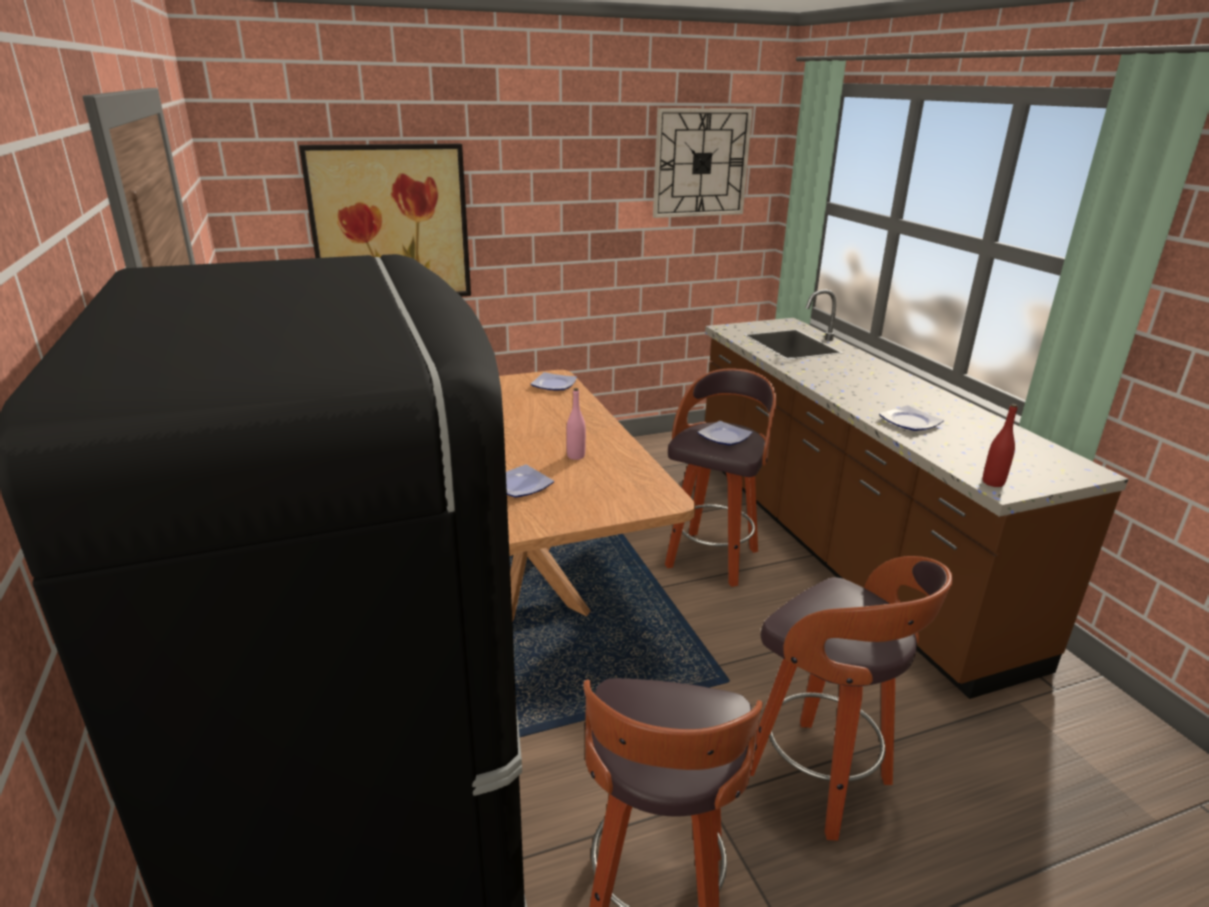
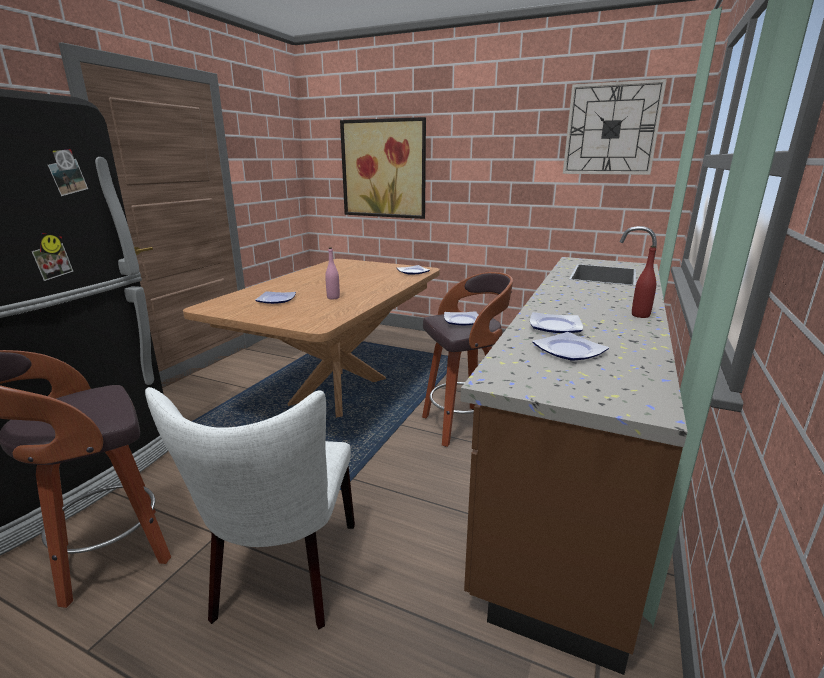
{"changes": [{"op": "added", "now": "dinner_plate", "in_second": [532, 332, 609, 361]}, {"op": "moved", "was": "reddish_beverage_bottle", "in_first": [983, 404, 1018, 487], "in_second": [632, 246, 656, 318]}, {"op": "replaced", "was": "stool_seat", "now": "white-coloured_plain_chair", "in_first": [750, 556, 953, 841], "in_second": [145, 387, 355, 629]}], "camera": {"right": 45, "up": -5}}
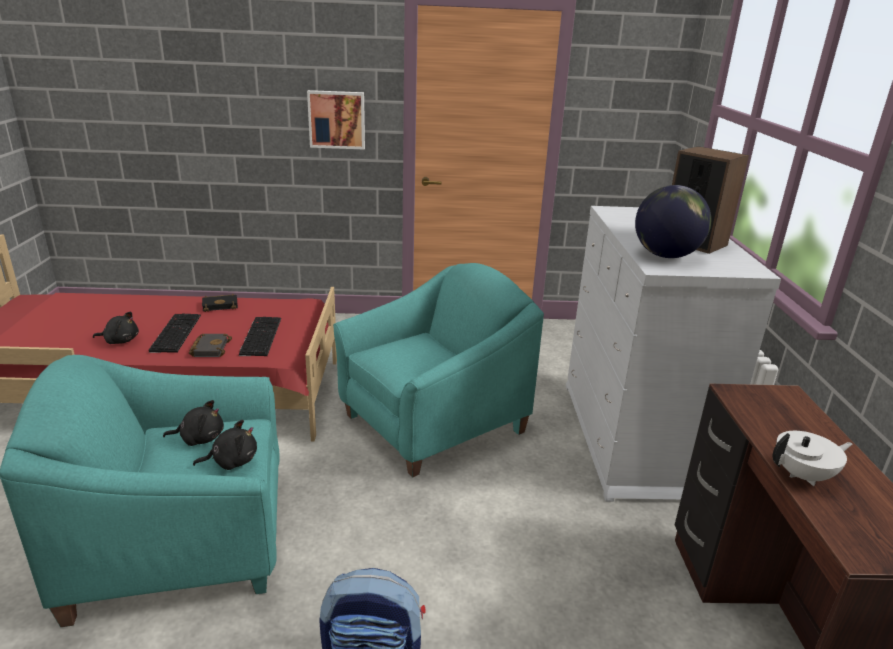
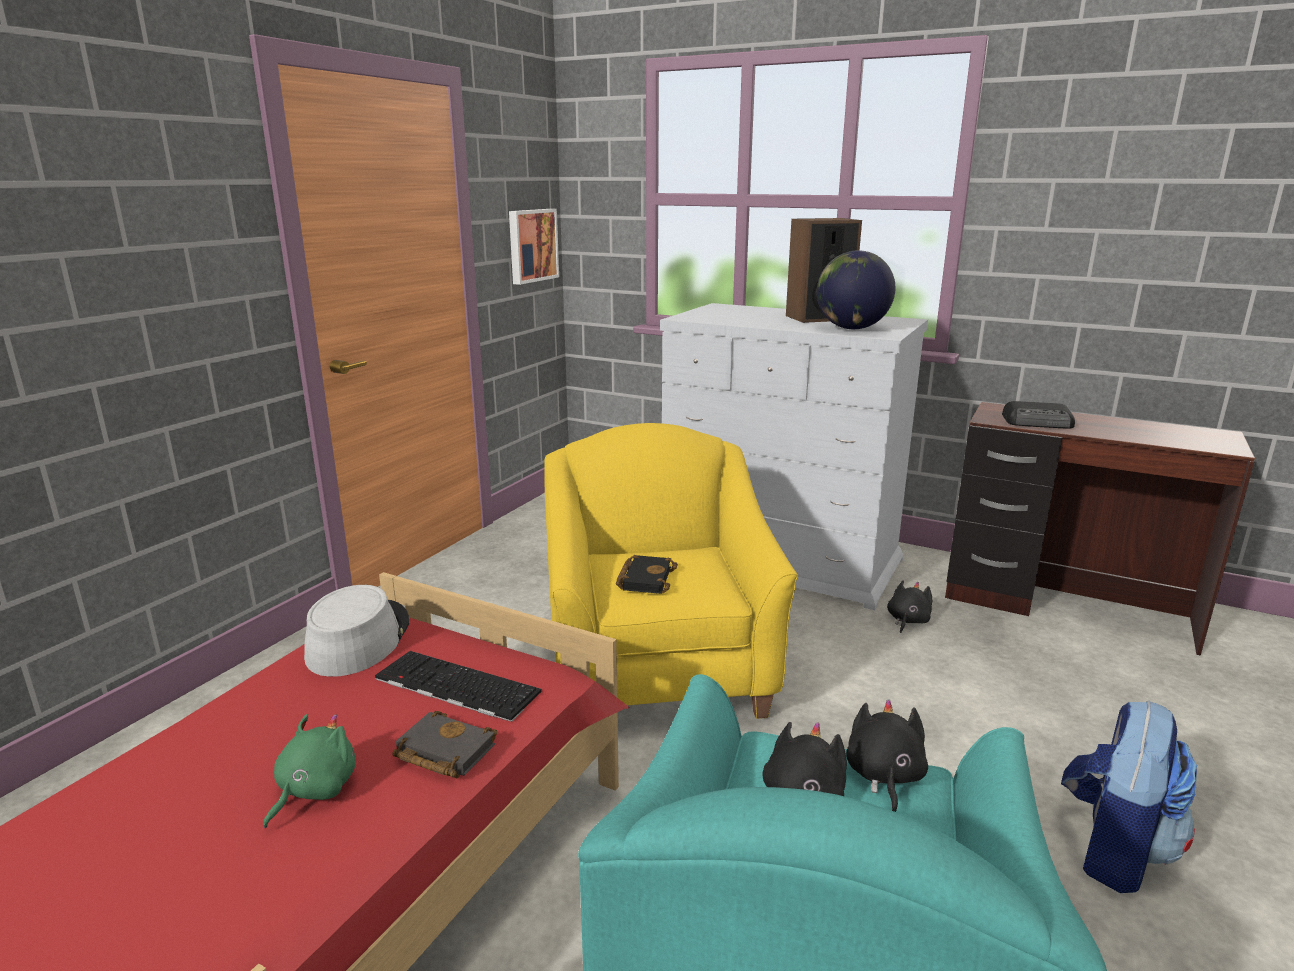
{"changes": [{"op": "removed", "was": "white-coloured_pot_for_tea", "in_first": [773, 431, 852, 486]}, {"op": "added", "now": "grey_hat", "in_second": [304, 585, 409, 677]}, {"op": "added", "now": "radio", "in_second": [1002, 401, 1075, 429]}, {"op": "moved", "was": "black_plush_toy", "in_first": [93, 312, 139, 344], "in_second": [887, 580, 932, 633]}, {"op": "moved", "was": "black_bound_book", "in_first": [202, 293, 238, 312], "in_second": [616, 555, 678, 594]}, {"op": "moved", "was": "wall_art", "in_first": [307, 90, 365, 149], "in_second": [509, 209, 559, 285]}, {"op": "replaced", "was": "keyboard", "now": "green_plush_toy", "in_first": [148, 314, 201, 353], "in_second": [263, 714, 356, 828]}, {"op": "recoloured", "was": "turquoise_armchair", "now": "yellowish_armchair", "in_first": [333, 263, 544, 477], "in_second": [544, 423, 798, 719]}], "camera": {"right": -60, "up": -5}}
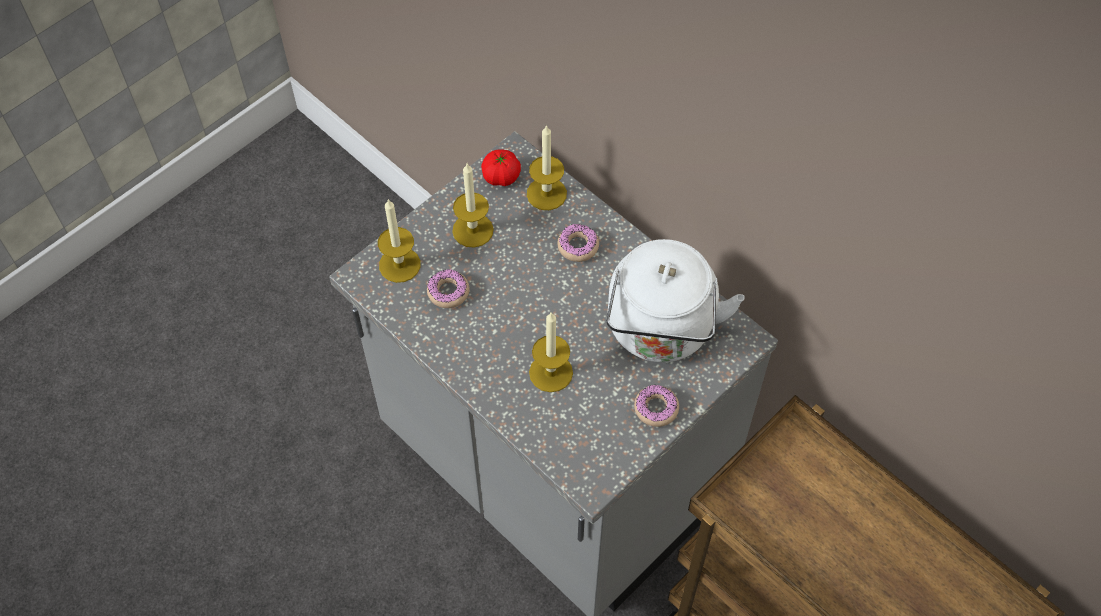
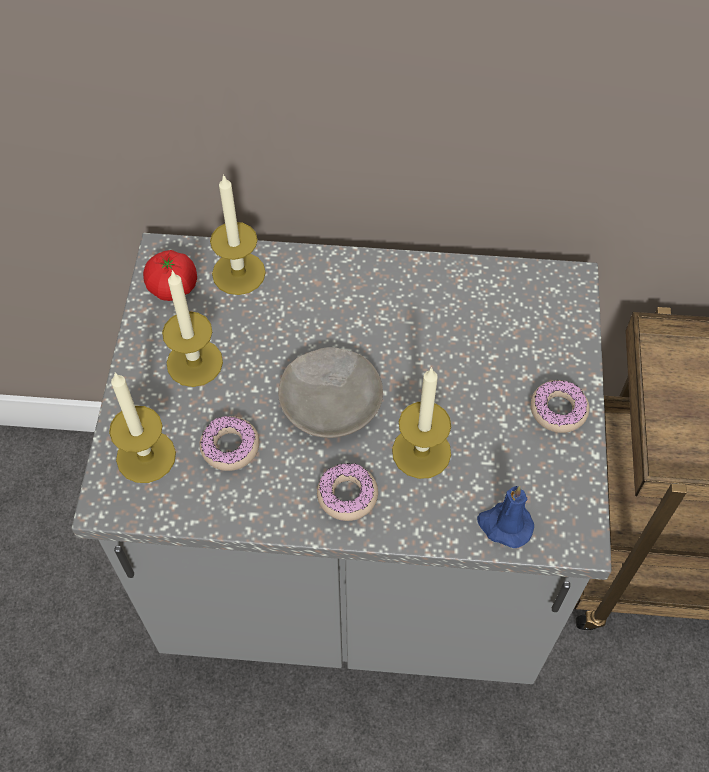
{"changes": [{"op": "removed", "was": "white-coloured_kettle", "in_first": [607, 239, 745, 362]}, {"op": "added", "now": "beige_dinner_plate", "in_second": [278, 347, 383, 438]}, {"op": "added", "now": "blue-coloured_candle", "in_second": [477, 486, 534, 548]}, {"op": "moved", "was": "doughnut", "in_first": [557, 224, 599, 262], "in_second": [317, 463, 378, 521]}], "camera": {"right": -40, "up": 0}}
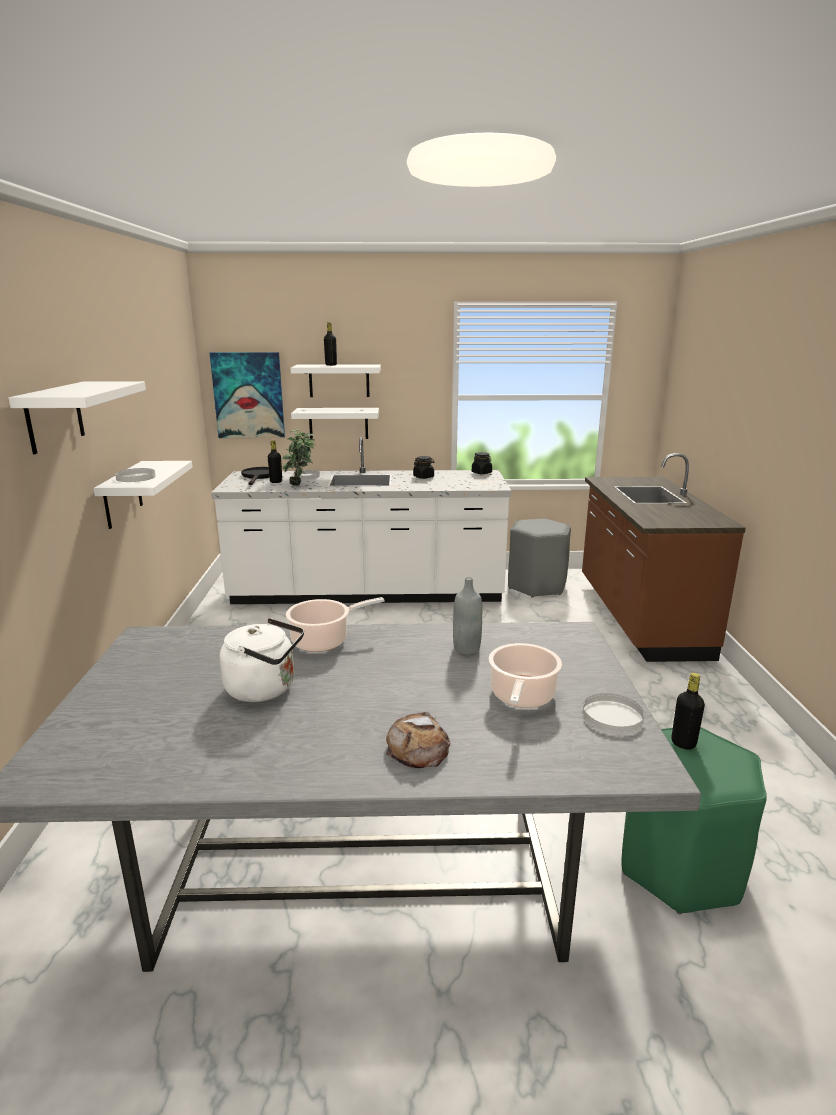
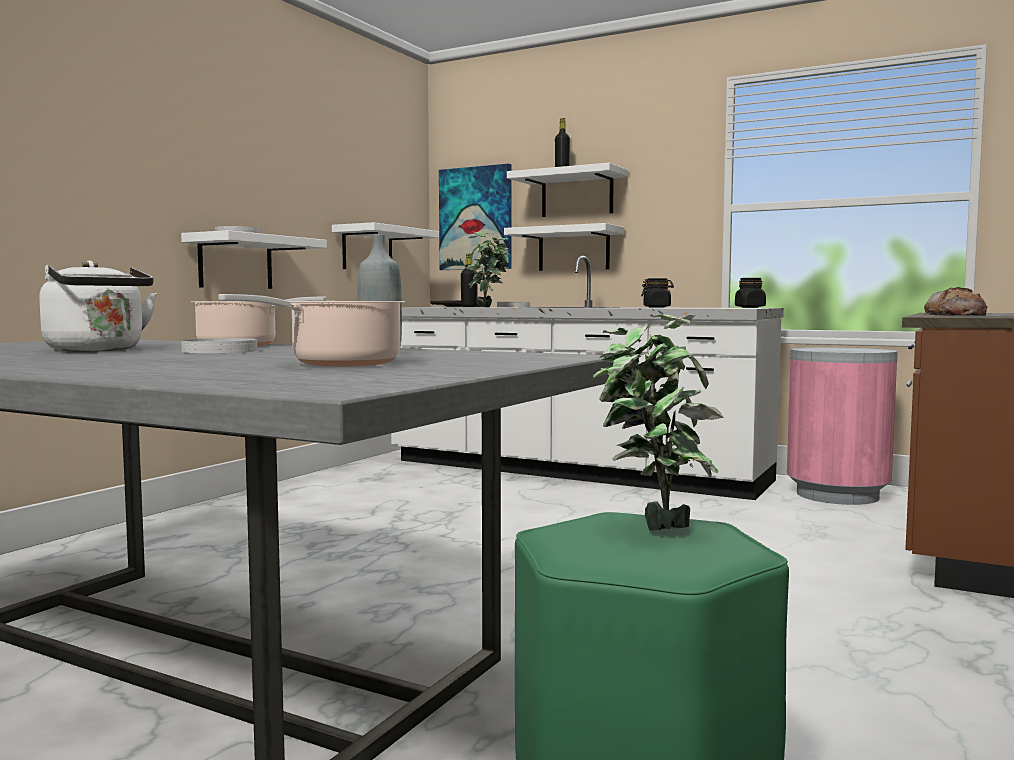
{"changes": [{"op": "moved", "was": "white-coloured_shelf", "in_first": [9, 381, 146, 454], "in_second": [332, 222, 439, 269]}, {"op": "moved", "was": "bread", "in_first": [386, 712, 450, 768], "in_second": [924, 287, 987, 316]}, {"op": "moved", "was": "white-coloured_dinner_plate", "in_first": [583, 693, 644, 734], "in_second": [181, 338, 257, 353]}, {"op": "replaced", "was": "grey_stool_seat", "now": "pinkish_waste_bin", "in_first": [508, 518, 571, 598], "in_second": [787, 347, 898, 505]}, {"op": "replaced", "was": "black_beverage_bottle", "now": "houseplant", "in_first": [672, 673, 705, 749], "in_second": [593, 314, 724, 531]}], "camera": {"right": 30, "up": -15}}
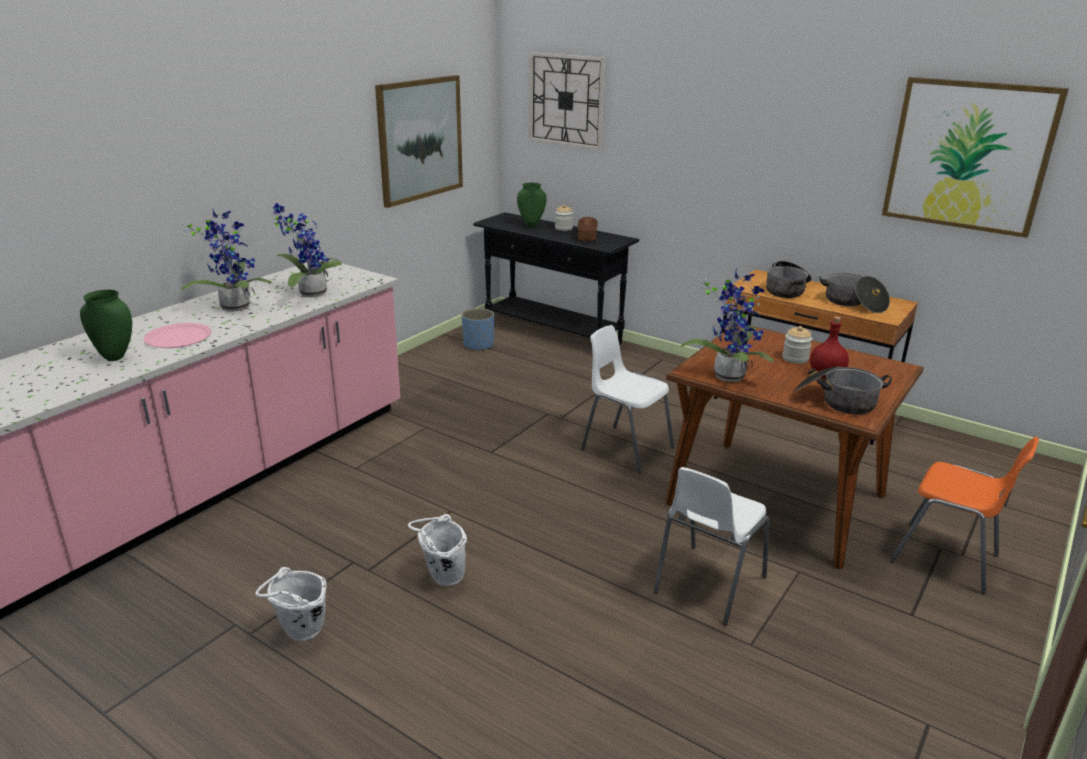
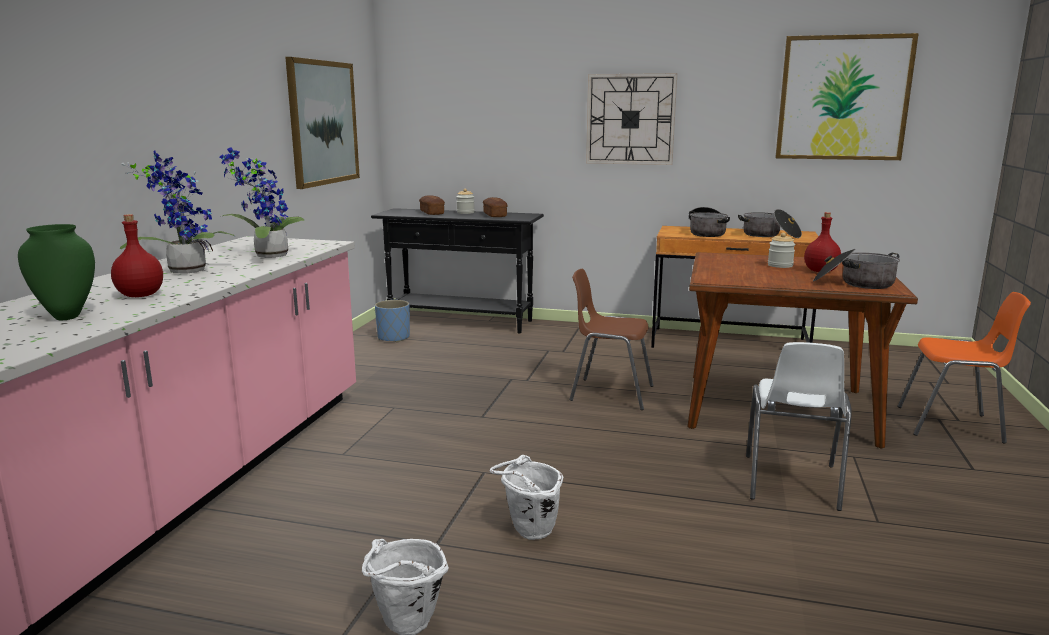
{"changes": [{"op": "removed", "was": "houseplant", "in_first": [680, 269, 774, 382]}, {"op": "moved", "was": "clock_on_the_wall", "in_first": [529, 52, 605, 150], "in_second": [586, 73, 677, 165]}, {"op": "replaced", "was": "pinkish_dinner_plate", "now": "reddish_beverage_bottle", "in_first": [144, 323, 211, 348], "in_second": [111, 214, 163, 297]}, {"op": "replaced", "was": "green_vase", "now": "bread", "in_first": [517, 183, 547, 227], "in_second": [419, 195, 445, 215]}, {"op": "recoloured", "was": "white-coloured_plain_chair", "now": "brownish_plain_chair", "in_first": [581, 325, 674, 474], "in_second": [569, 269, 654, 410]}], "camera": {"right": -20, "up": -10}}
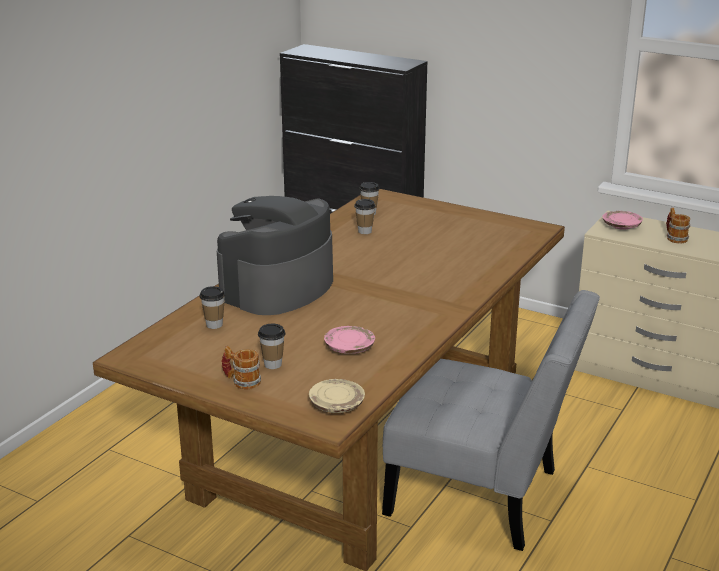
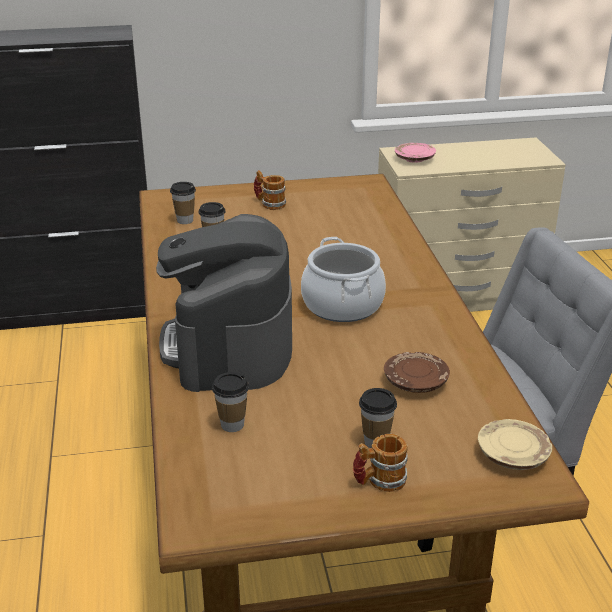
{"changes": [{"op": "added", "now": "saucepot", "in_second": [301, 237, 386, 322]}, {"op": "moved", "was": "coffee_mug", "in_first": [666, 208, 691, 243], "in_second": [254, 170, 286, 210]}, {"op": "recoloured", "was": "pinkish_dinner_plate", "now": "brownish_dinner_plate", "in_first": [324, 326, 375, 354], "in_second": [384, 352, 450, 393]}], "camera": {"right": -40, "up": 5}}
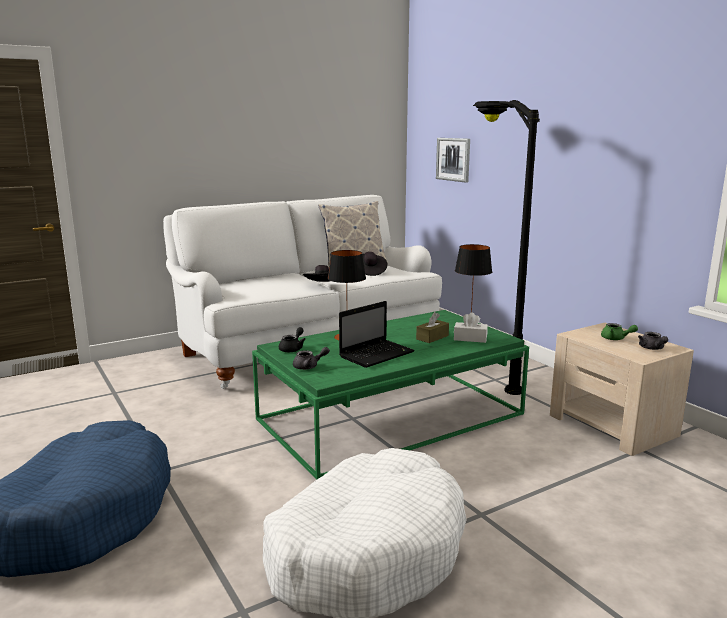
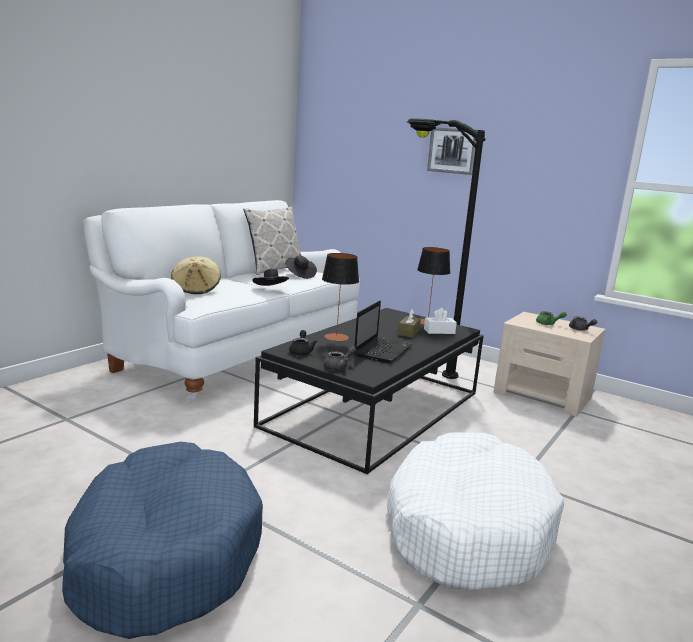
{"changes": [{"op": "added", "now": "beige_hat", "in_second": [171, 256, 221, 294]}, {"op": "moved", "was": "wall_art", "in_first": [436, 138, 470, 183], "in_second": [427, 127, 478, 175]}, {"op": "recoloured", "was": "green_lounge_table", "now": "black_lounge_table", "in_first": [252, 310, 529, 480], "in_second": [254, 308, 484, 475]}], "camera": {"right": -25, "up": 0}}
